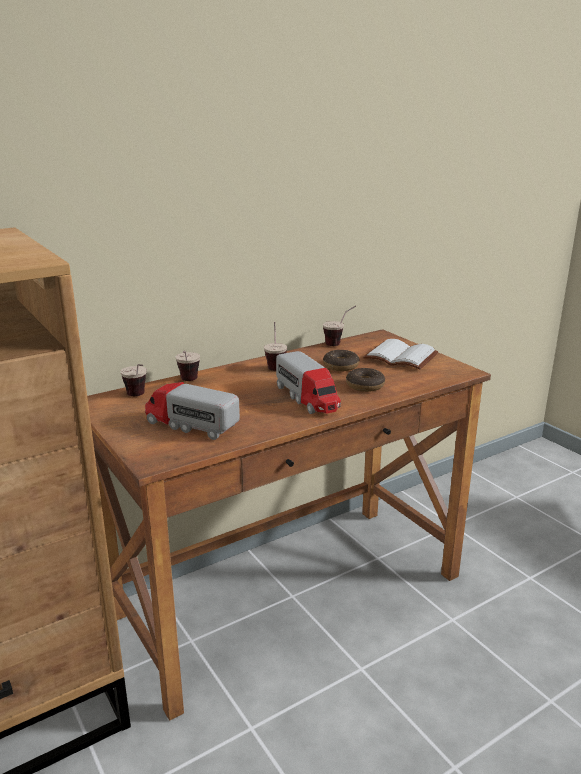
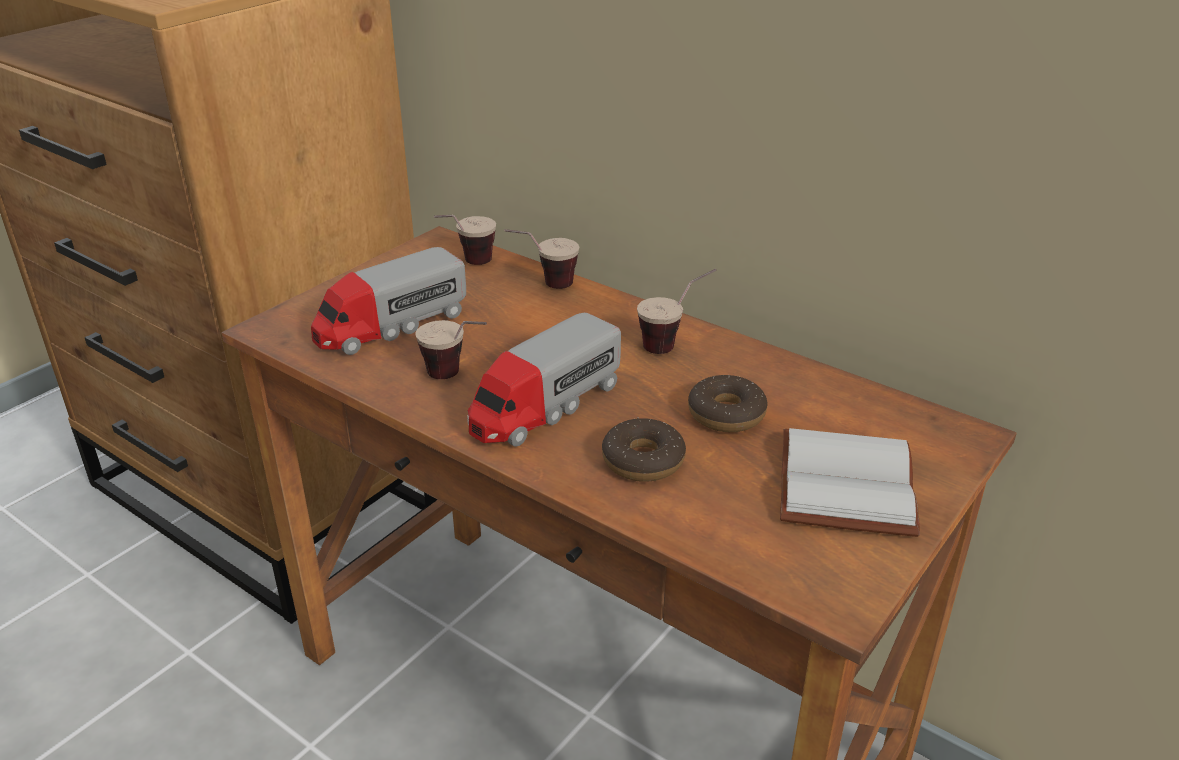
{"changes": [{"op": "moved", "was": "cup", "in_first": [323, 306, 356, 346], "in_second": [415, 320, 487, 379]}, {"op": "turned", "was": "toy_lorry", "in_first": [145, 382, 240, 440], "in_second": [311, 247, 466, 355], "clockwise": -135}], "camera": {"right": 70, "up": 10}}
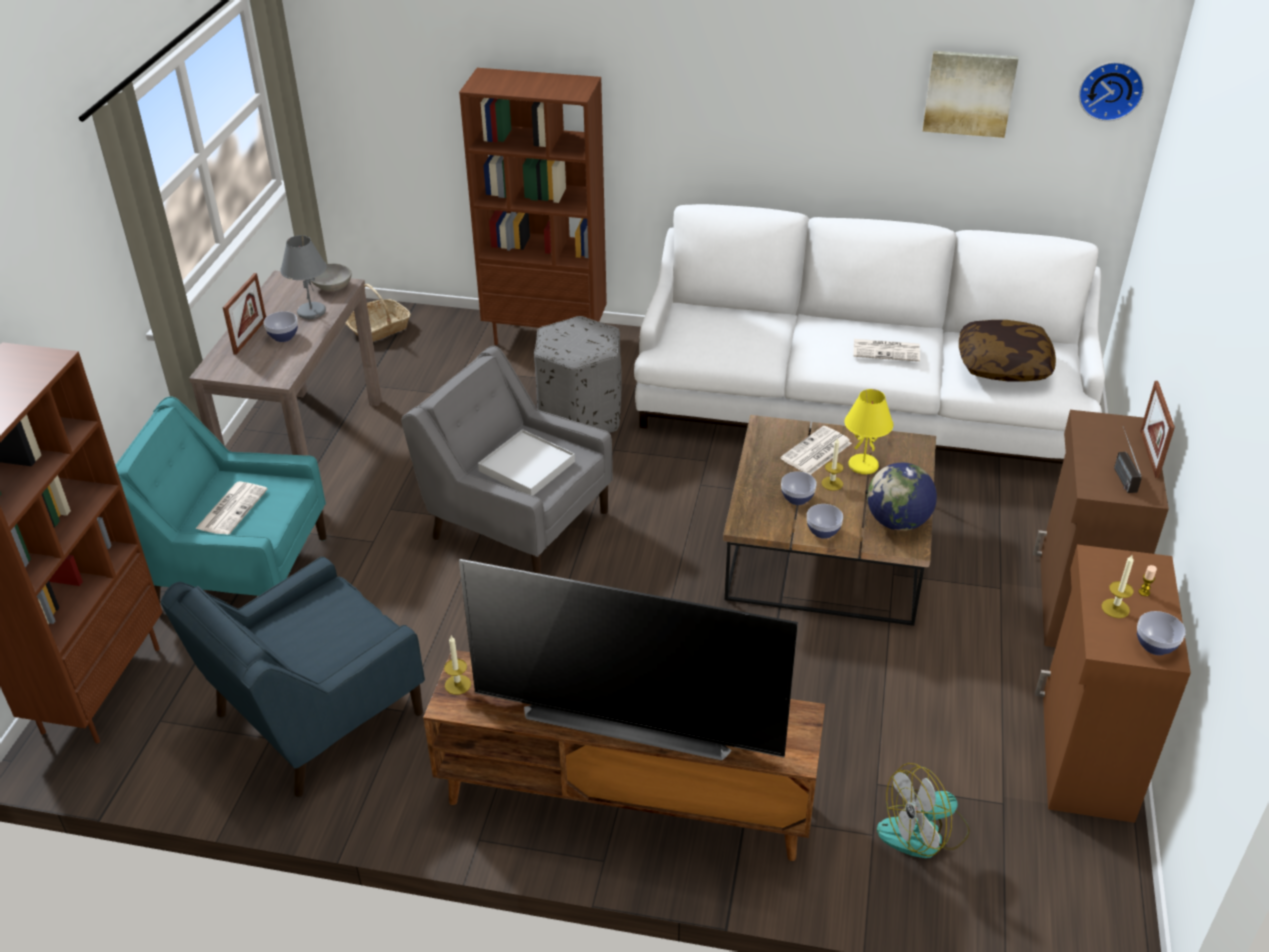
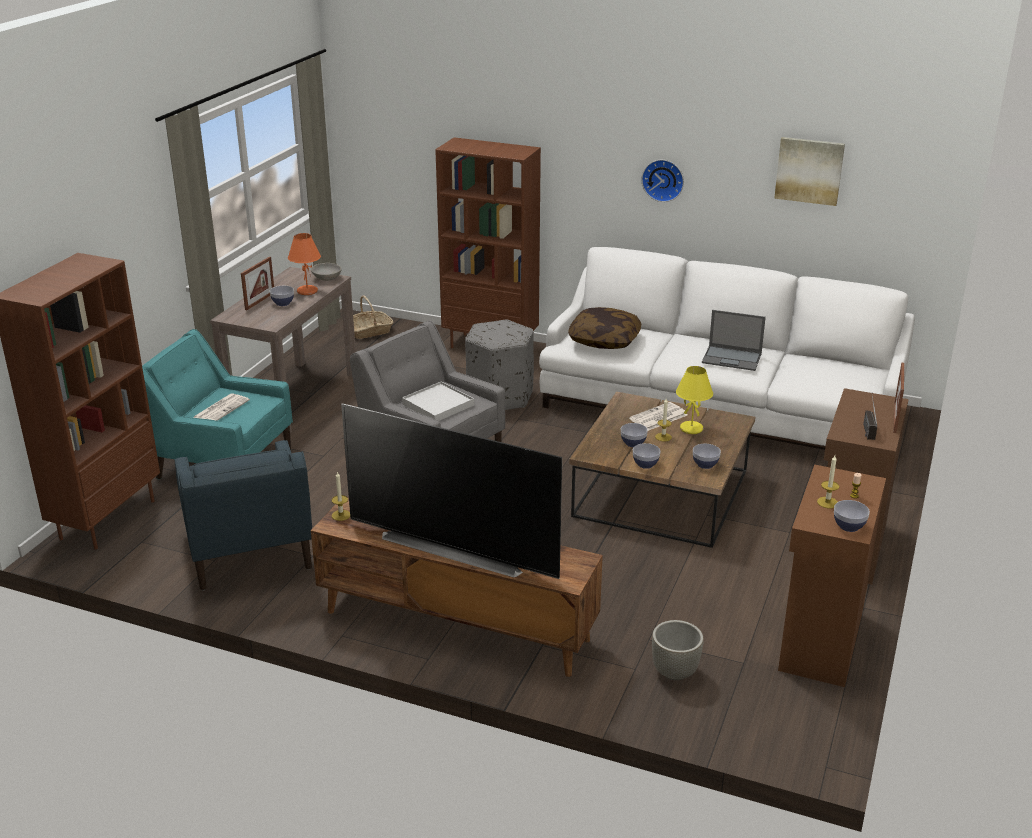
{"changes": [{"op": "moved", "was": "throw_pillow", "in_first": [959, 320, 1056, 381], "in_second": [568, 307, 641, 349]}, {"op": "moved", "was": "clock_on_the_wall", "in_first": [1079, 62, 1144, 121], "in_second": [642, 160, 684, 202]}, {"op": "replaced", "was": "daily_paper", "now": "portable_computer", "in_first": [853, 339, 920, 362], "in_second": [702, 310, 766, 371]}, {"op": "replaced", "was": "globe", "now": "deep_dish", "in_first": [867, 463, 937, 531], "in_second": [693, 444, 721, 469]}, {"op": "replaced", "was": "cooling_fan", "now": "grey_plant_pot", "in_first": [877, 763, 970, 858], "in_second": [652, 620, 704, 680]}, {"op": "recoloured", "was": "grey_tabletop_lamp", "now": "orangey_tabletop_lamp", "in_first": [280, 235, 327, 319], "in_second": [288, 233, 321, 295]}, {"op": "turned", "was": "blue-coloured_armchair", "in_first": [161, 557, 425, 797], "in_second": [174, 440, 312, 590], "clockwise": -75}], "camera": {"right": 10, "up": -10}}
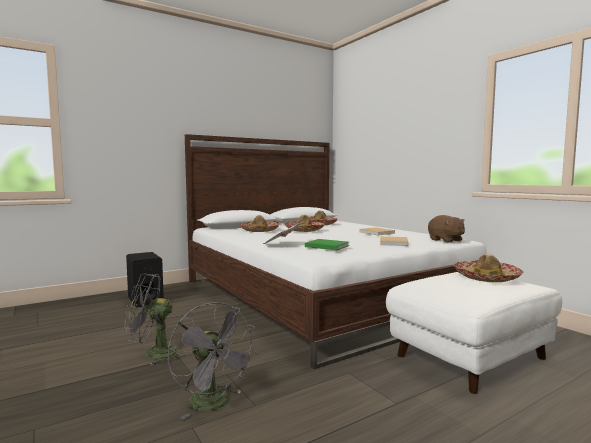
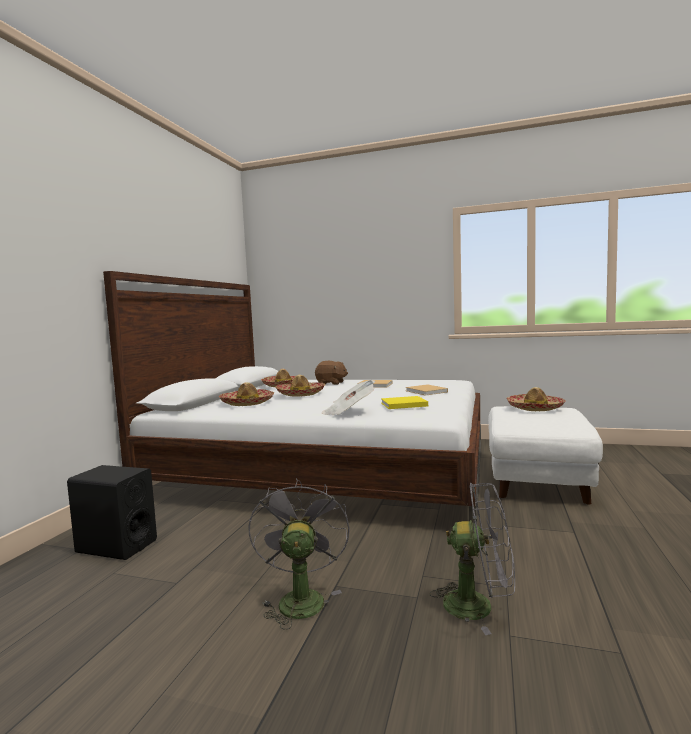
{"changes": [{"op": "moved", "was": "brownish_plush_toy", "in_first": [428, 215, 465, 243], "in_second": [315, 361, 348, 385]}, {"op": "recoloured", "was": "green_bound_book", "now": "yellowish_bound_book", "in_first": [305, 239, 349, 250], "in_second": [381, 396, 428, 409]}, {"op": "turned", "was": "grey_cooling_fan", "in_first": [125, 274, 185, 366], "in_second": [248, 478, 350, 630], "clockwise": 135}], "camera": {"right": -40, "up": 0}}
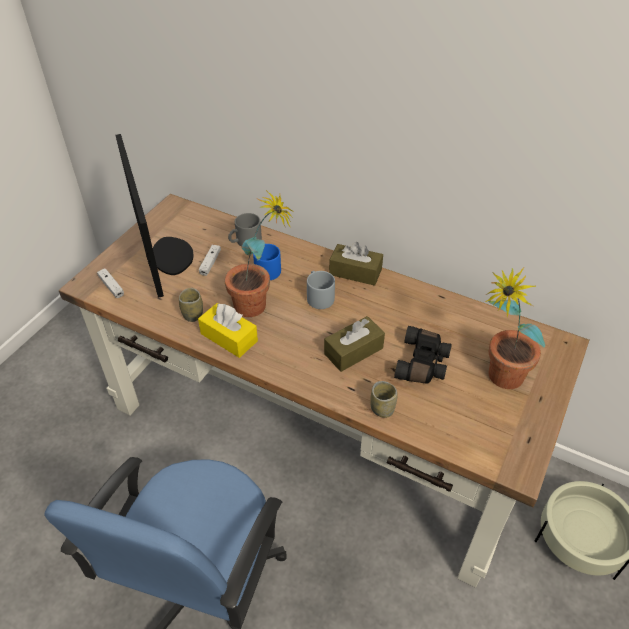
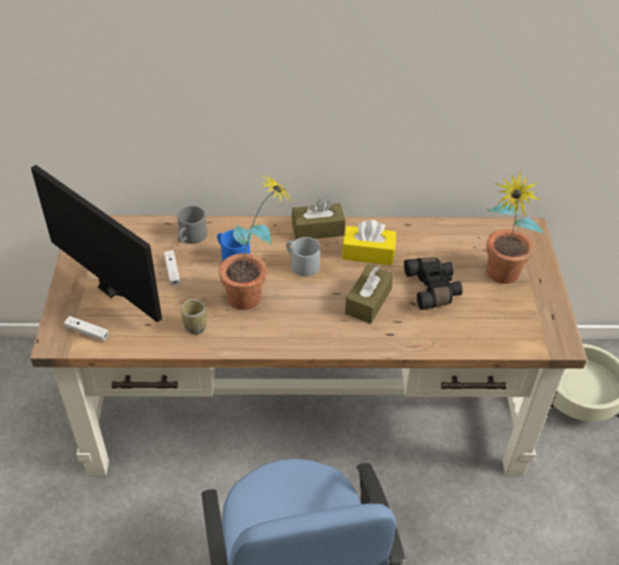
{"changes": [{"op": "removed", "was": "cup", "in_first": [370, 381, 398, 418]}, {"op": "moved", "was": "yellowish_box_of_tissues", "in_first": [198, 303, 258, 358], "in_second": [342, 220, 396, 265]}], "camera": {"right": -30, "up": 0}}
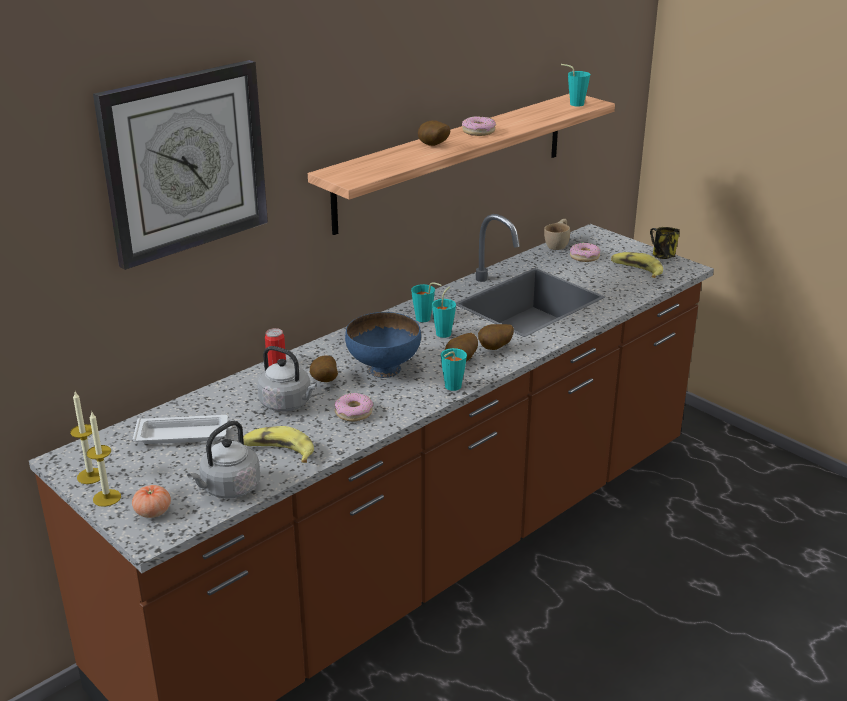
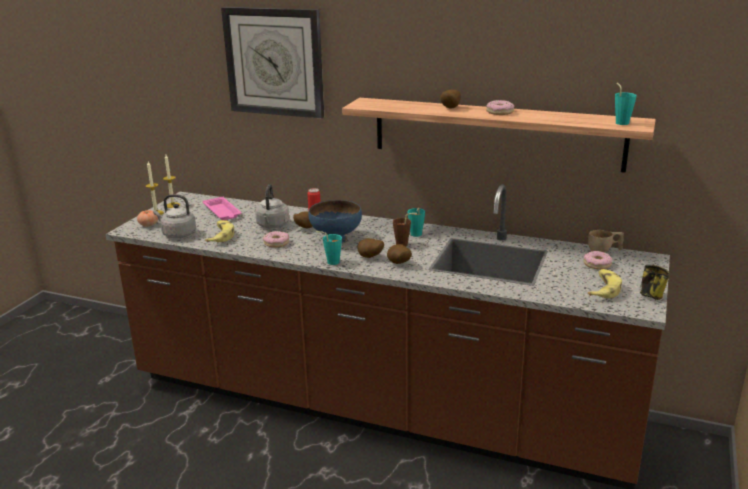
{"changes": [{"op": "recoloured", "was": "white-coloured_tray", "now": "pinkish_tray", "in_first": [133, 415, 232, 444], "in_second": [203, 197, 242, 220]}, {"op": "recoloured", "was": "turquoise_cup", "now": "brownish_cup", "in_first": [432, 287, 456, 338], "in_second": [393, 213, 417, 247]}], "camera": {"right": 65, "up": -5}}
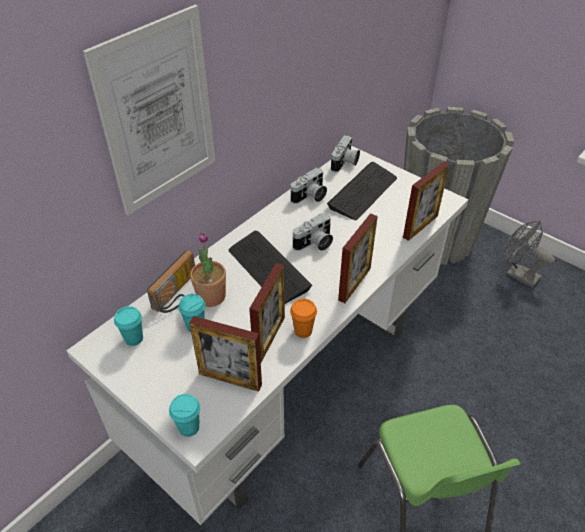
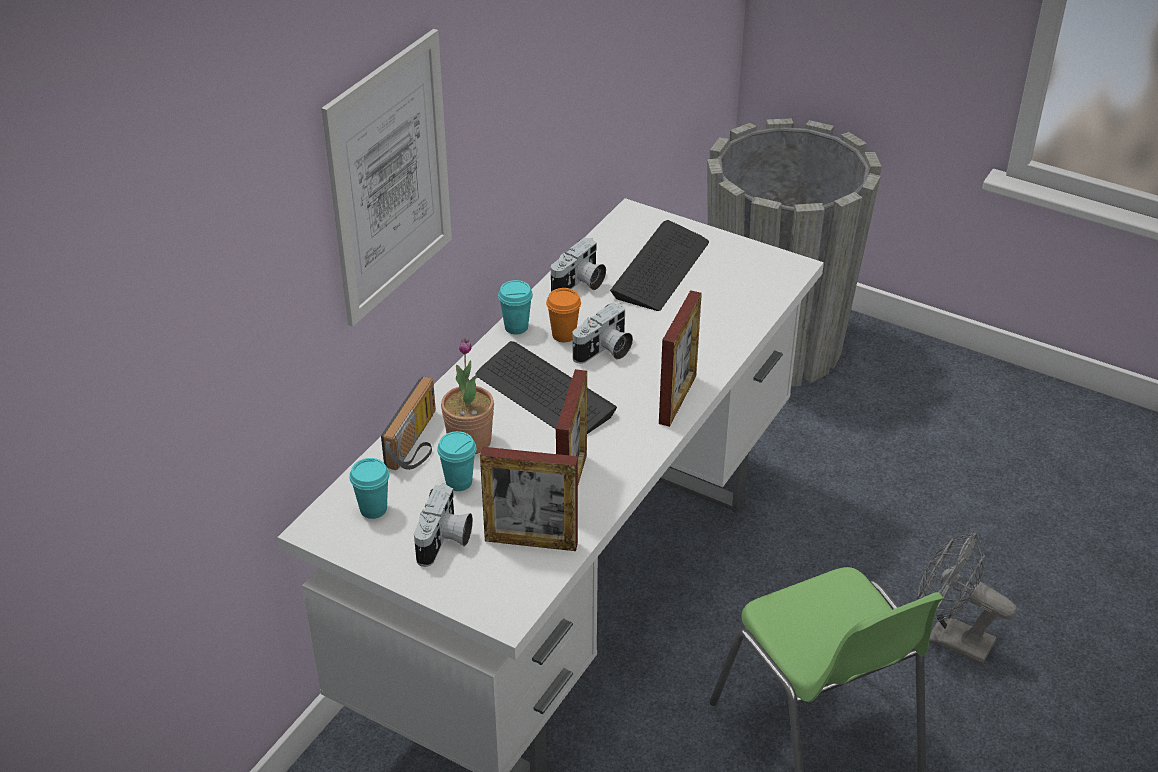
{"changes": [{"op": "removed", "was": "standing_frame", "in_first": [403, 162, 449, 241]}, {"op": "moved", "was": "turquoise_cup", "in_first": [169, 394, 200, 437], "in_second": [498, 280, 533, 335]}, {"op": "moved", "was": "orangey_cup", "in_first": [290, 299, 317, 338], "in_second": [546, 288, 581, 342]}, {"op": "moved", "was": "photo_camera", "in_first": [331, 135, 360, 172], "in_second": [414, 484, 473, 567]}, {"op": "moved", "was": "grey_cooling_fan", "in_first": [505, 221, 555, 288], "in_second": [917, 532, 1017, 665]}], "camera": {"right": -10, "up": -5}}
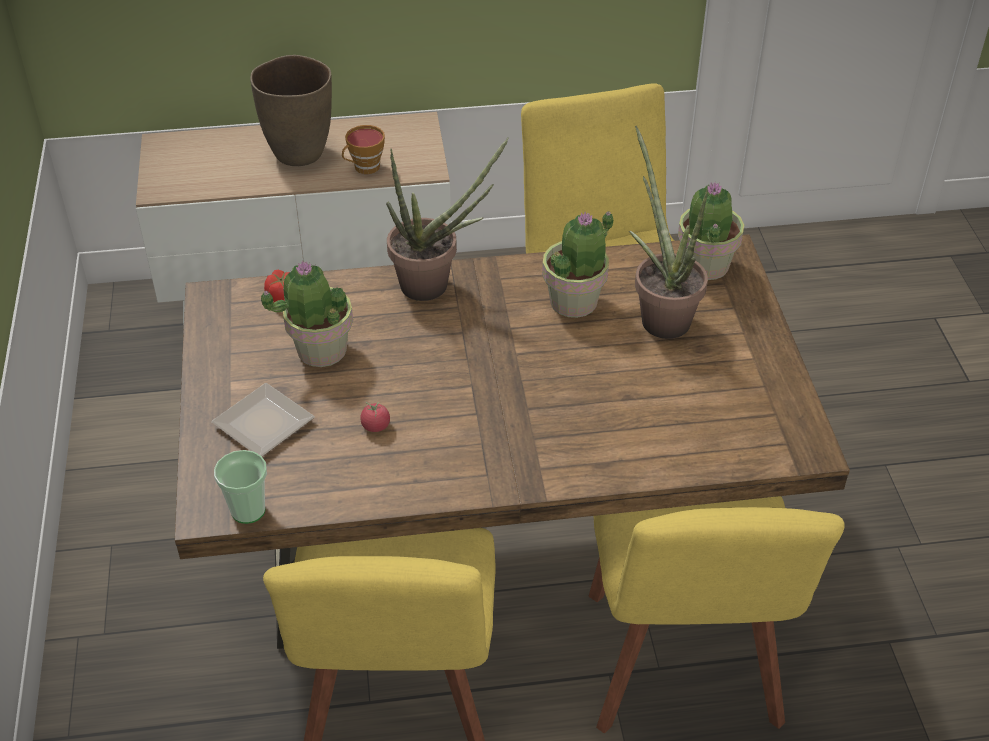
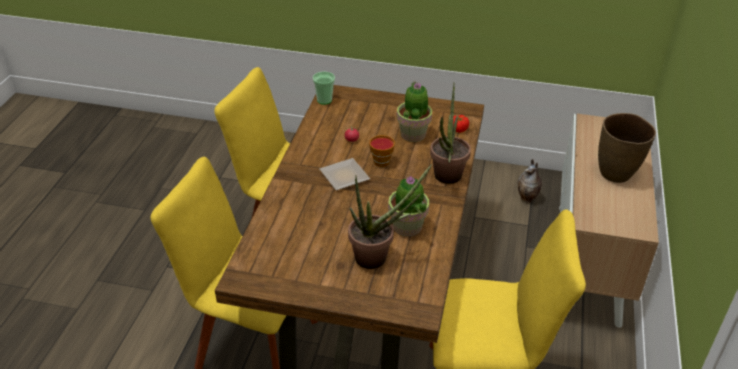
{"changes": [{"op": "removed", "was": "houseplant", "in_first": [678, 182, 744, 280]}, {"op": "added", "now": "vase", "in_second": [518, 159, 542, 203]}, {"op": "moved", "was": "dinner_plate", "in_first": [211, 383, 315, 457], "in_second": [319, 158, 370, 190]}, {"op": "moved", "was": "cup", "in_first": [342, 125, 385, 174], "in_second": [369, 135, 395, 167]}], "camera": {"right": 110, "up": -5}}
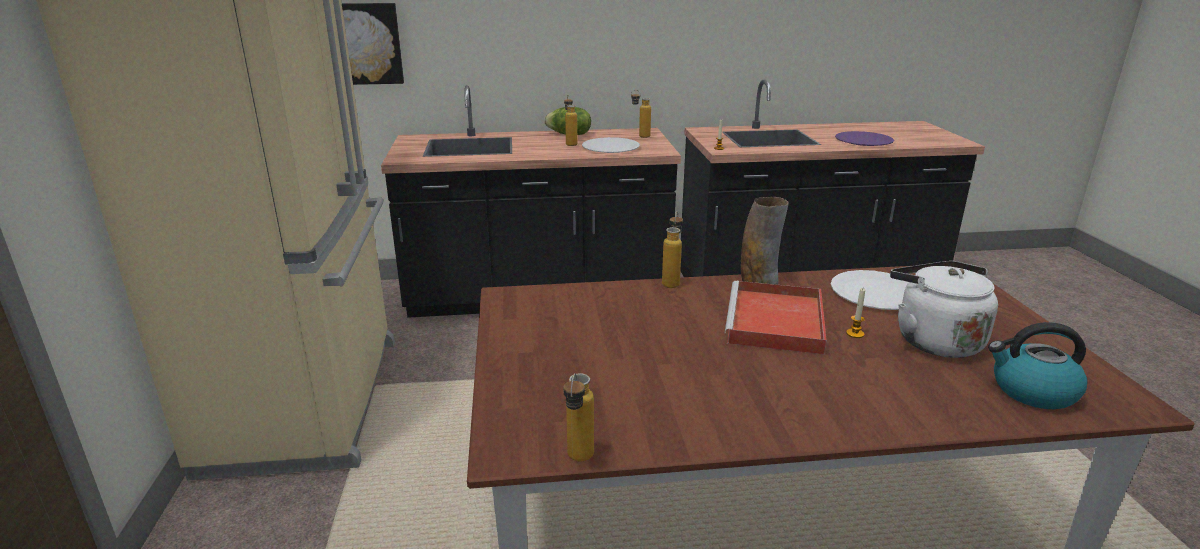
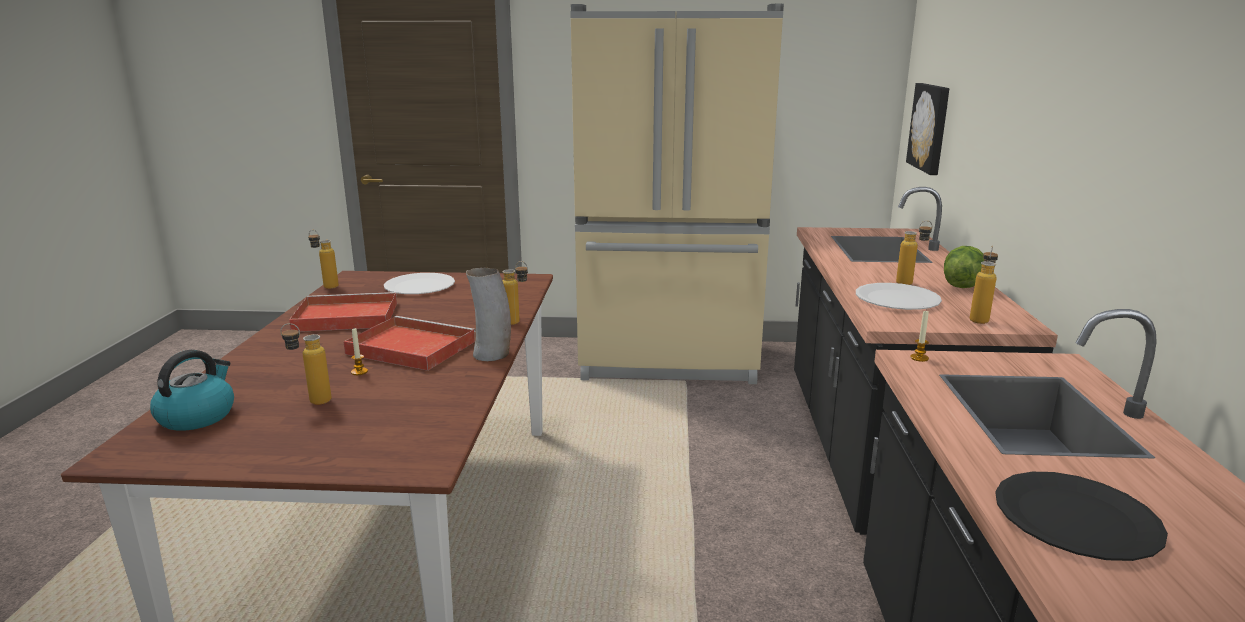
{"changes": [{"op": "added", "now": "reddish_tray", "in_second": [289, 292, 397, 332]}, {"op": "moved", "was": "white-coloured_dinner_plate", "in_first": [831, 270, 909, 310], "in_second": [384, 273, 455, 294]}, {"op": "replaced", "was": "white-coloured_kettle", "now": "beverage_bottle", "in_first": [890, 261, 998, 358], "in_second": [280, 323, 331, 405]}, {"op": "recoloured", "was": "purple-coloured_dinner_plate", "now": "black_dinner_plate", "in_first": [835, 131, 894, 146], "in_second": [995, 472, 1168, 561]}], "camera": {"right": 100, "up": -5}}
